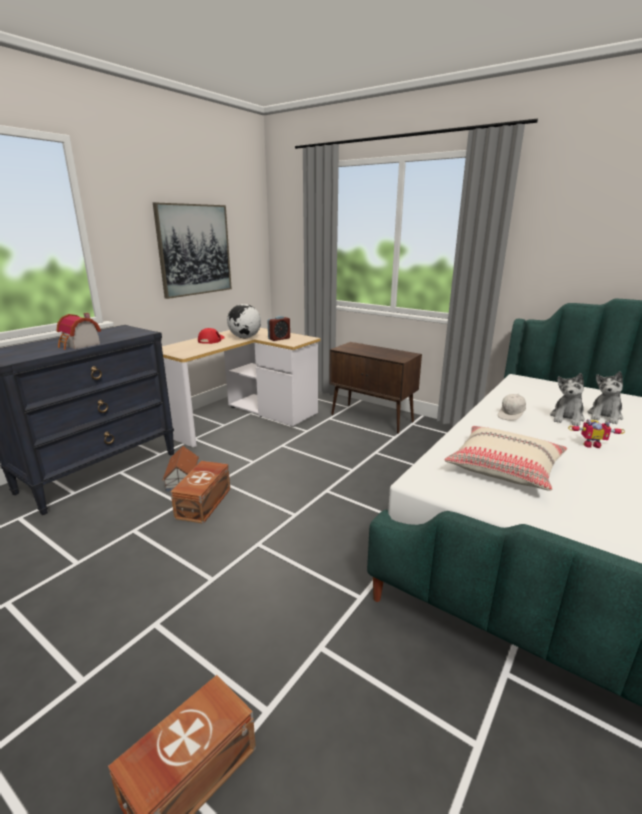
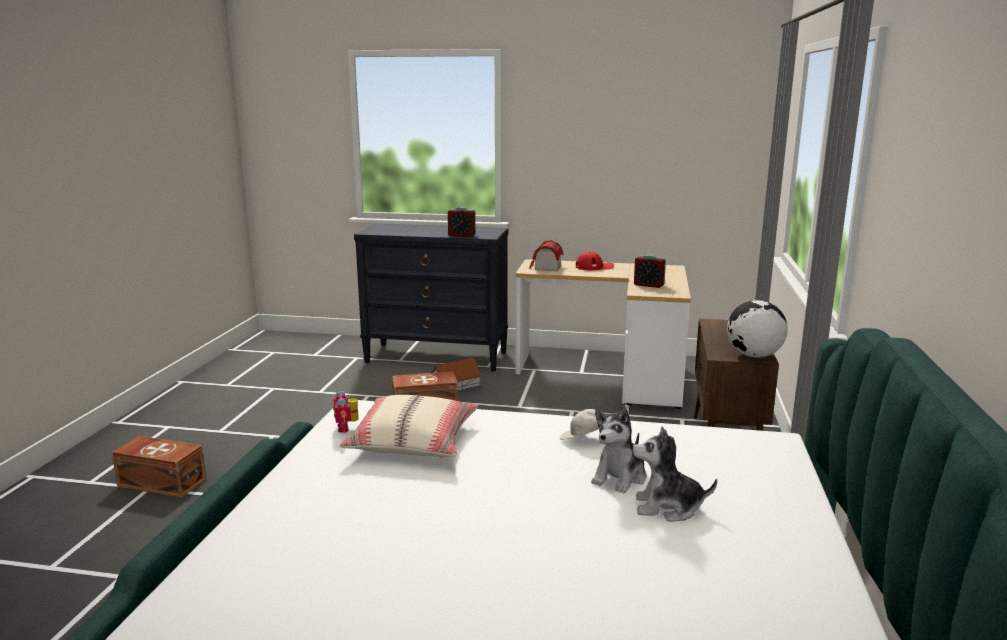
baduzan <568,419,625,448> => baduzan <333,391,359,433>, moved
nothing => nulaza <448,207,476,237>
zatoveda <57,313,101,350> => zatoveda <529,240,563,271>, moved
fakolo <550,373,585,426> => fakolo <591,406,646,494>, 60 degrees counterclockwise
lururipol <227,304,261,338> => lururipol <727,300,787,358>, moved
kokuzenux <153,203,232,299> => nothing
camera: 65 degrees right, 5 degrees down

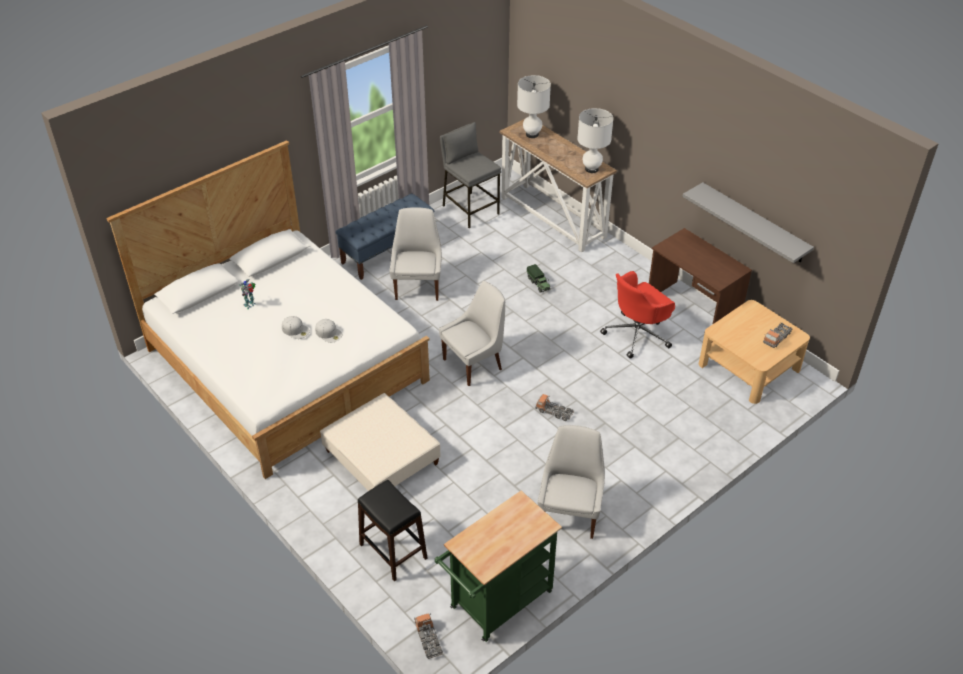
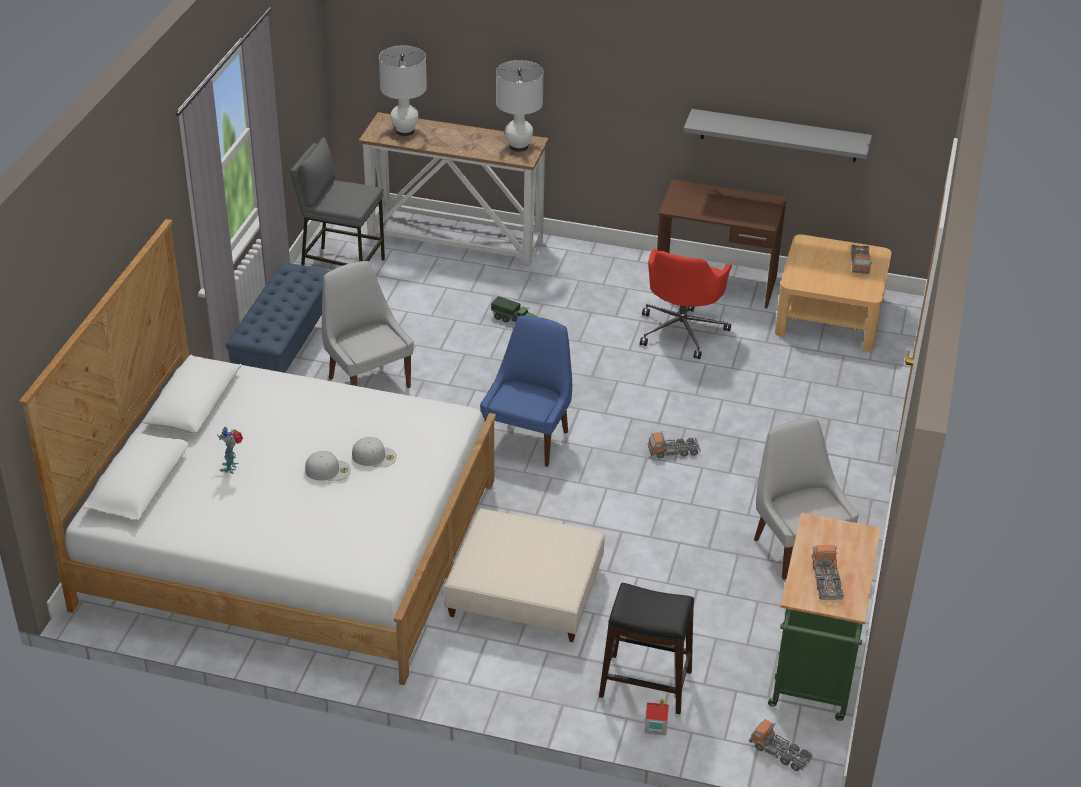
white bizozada <439,281,505,386> => blue bizozada <480,316,572,467>
nothing => zatoveda <644,699,669,735>
nothing => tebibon <812,545,844,600>
camera: 35 degrees left, 5 degrees down

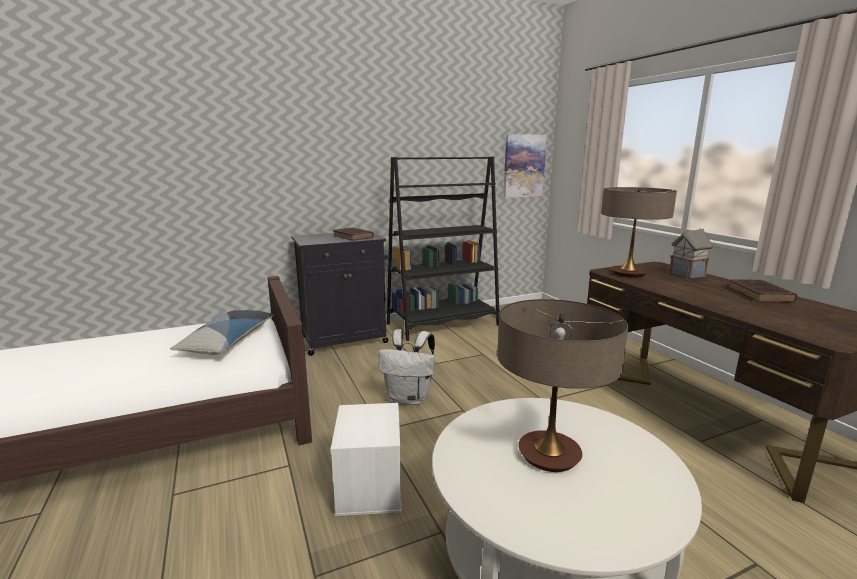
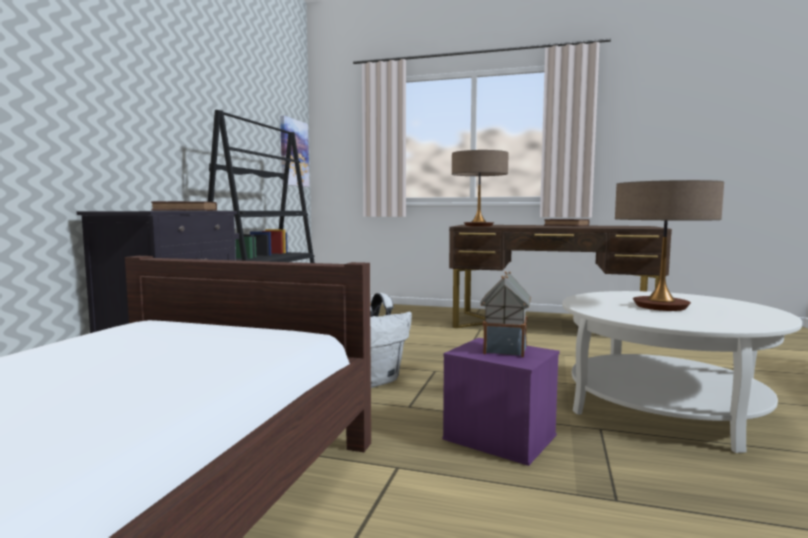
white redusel <331,403,402,516> => purple redusel <443,338,560,466>
zatoveda <669,228,713,279> => zatoveda <480,271,531,357>, moved
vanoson <170,310,274,355> => nothing
camera: 50 degrees left, 10 degrees down

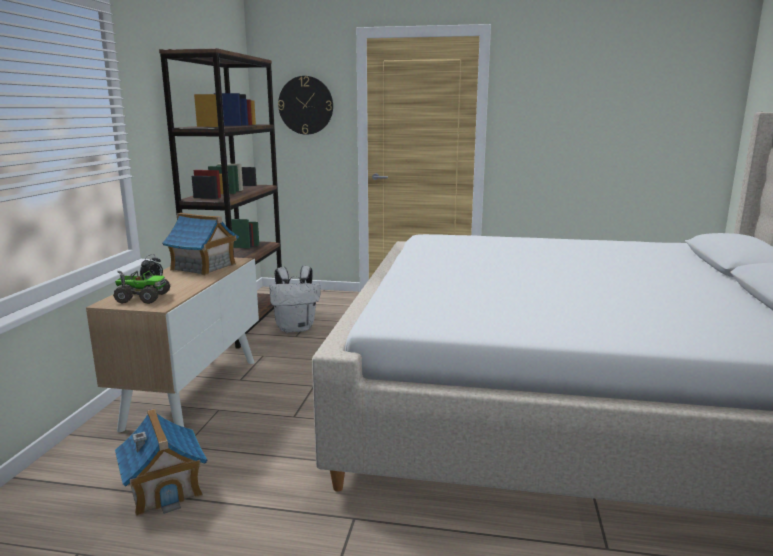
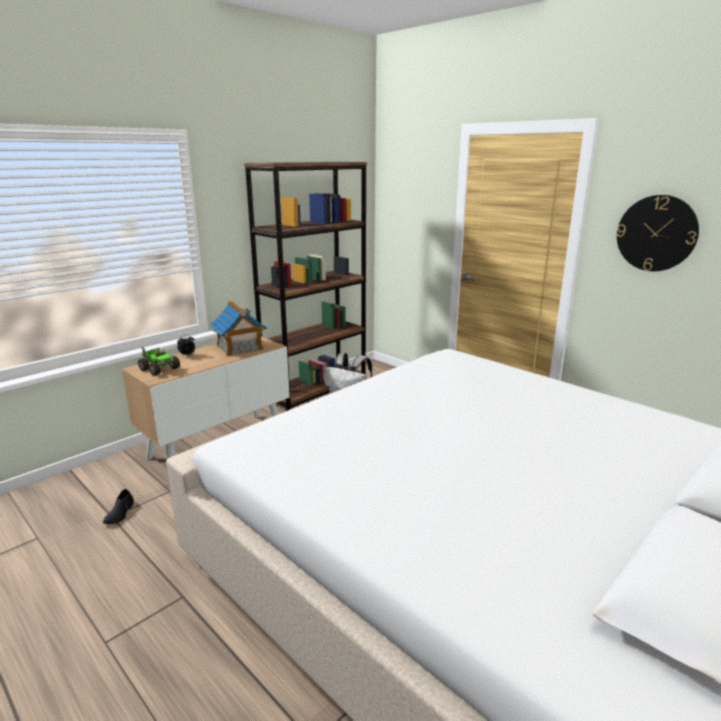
zatoveda <115,409,207,516> => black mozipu <103,489,134,524>
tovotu <278,76,333,135> => tovotu <617,195,699,271>, moved
camera: 35 degrees right, 5 degrees up

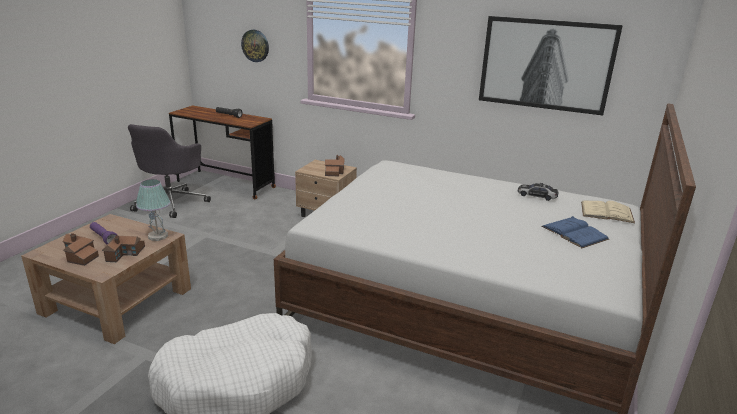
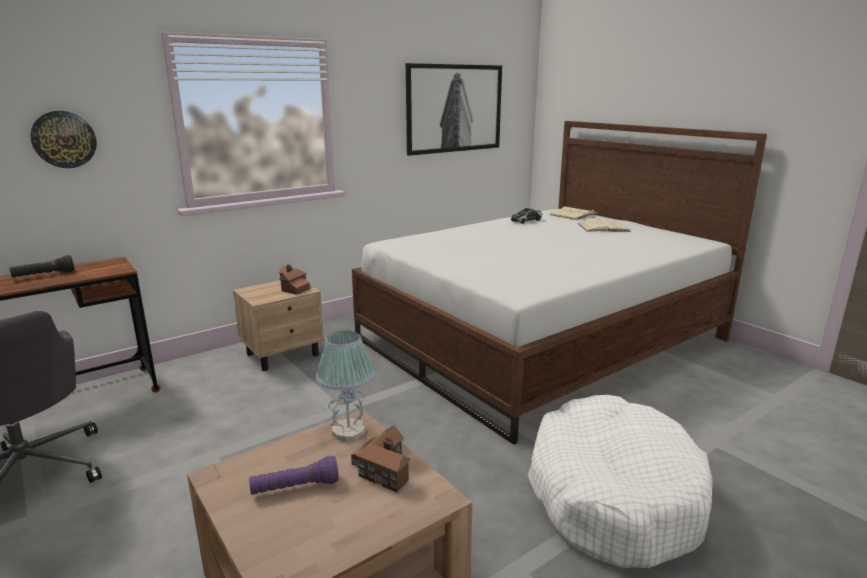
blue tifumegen <541,216,609,248> => beige tifumegen <578,218,631,232>
zatoveda <62,233,99,266> => nothing
camera: 60 degrees left, 5 degrees down

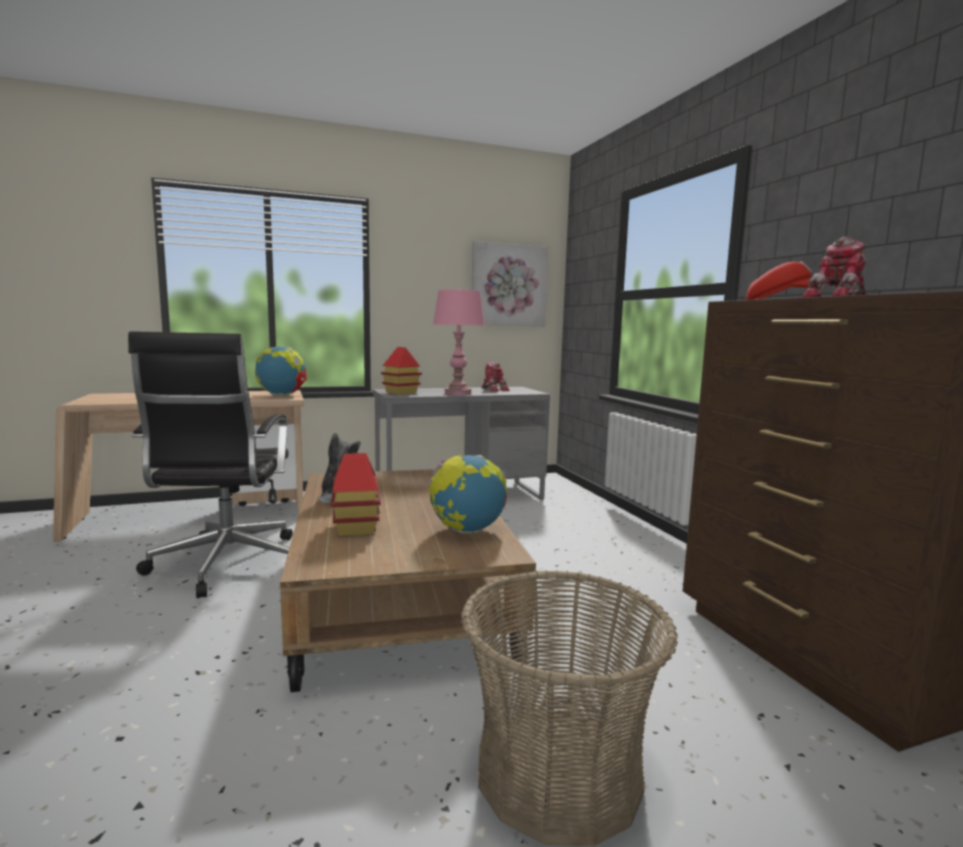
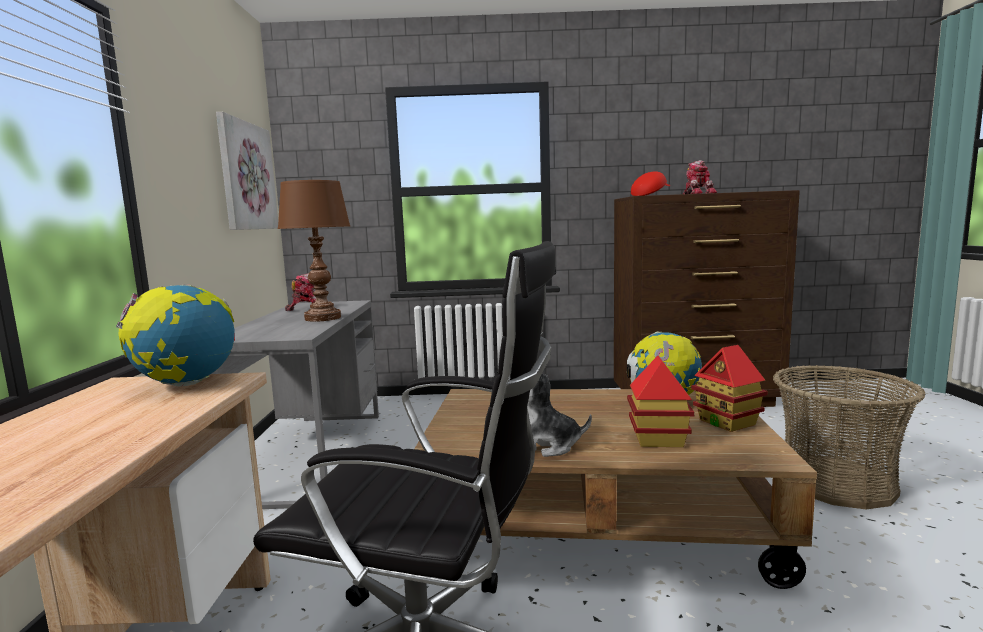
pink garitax <433,289,485,395> => brown garitax <278,180,350,322>
zatoveda <381,347,422,395> => zatoveda <691,345,768,432>, moved
camera: 70 degrees left, 0 degrees up

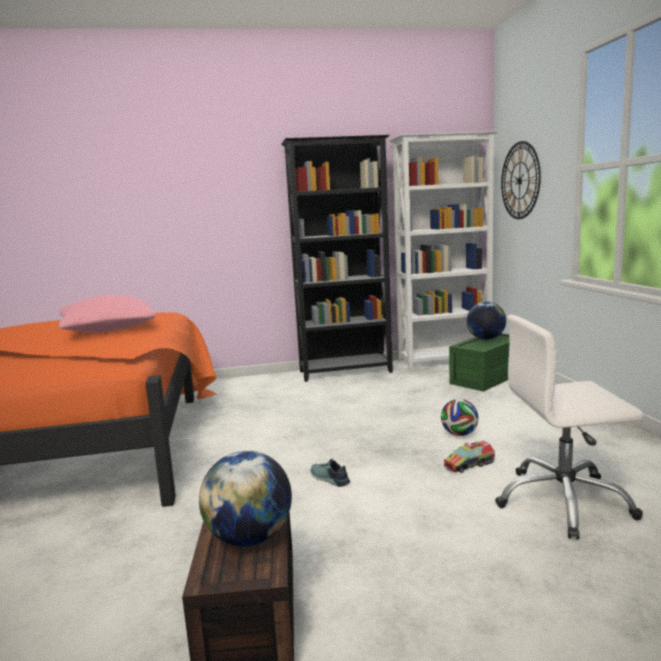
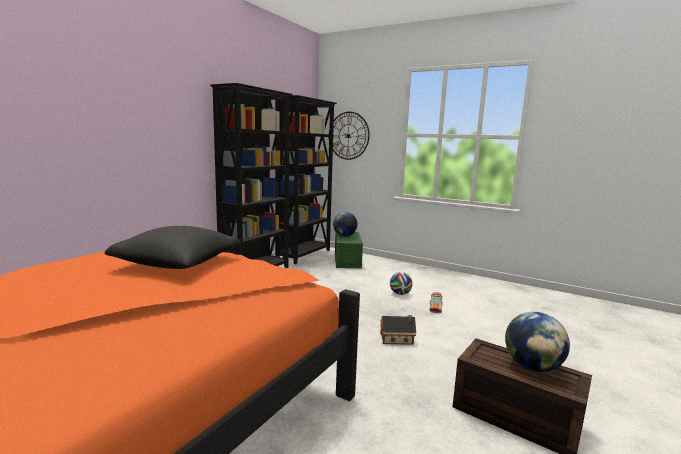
pink vanoson <58,295,156,333> => black vanoson <105,226,241,269>
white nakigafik <389,131,498,371> => black nakigafik <275,95,337,264>
mozipu <311,459,350,487> => zatoveda <380,315,416,345>
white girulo <495,315,643,539> => nothing
camera: 50 degrees left, 0 degrees up

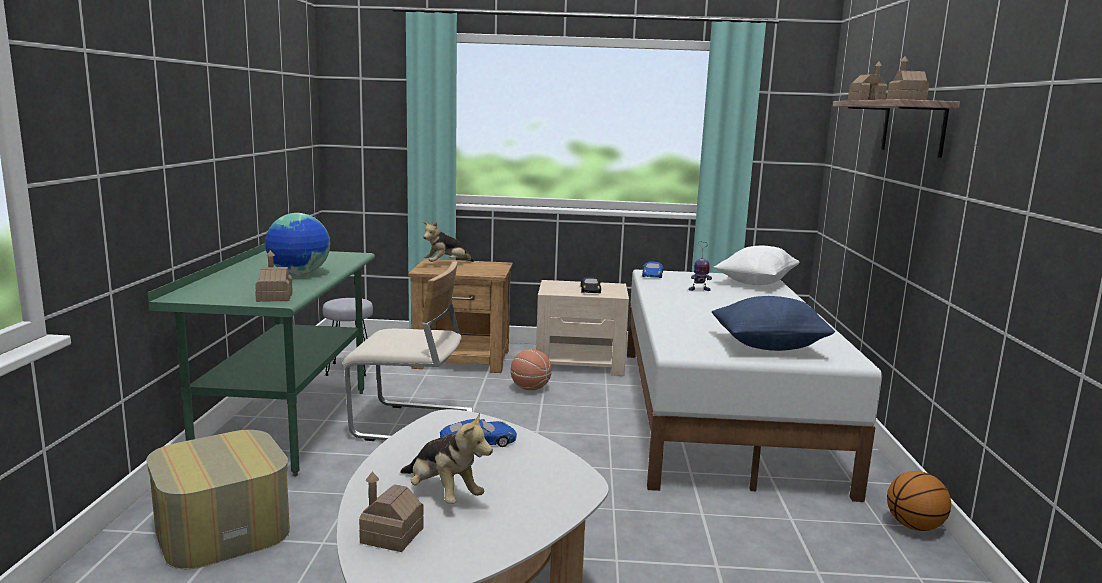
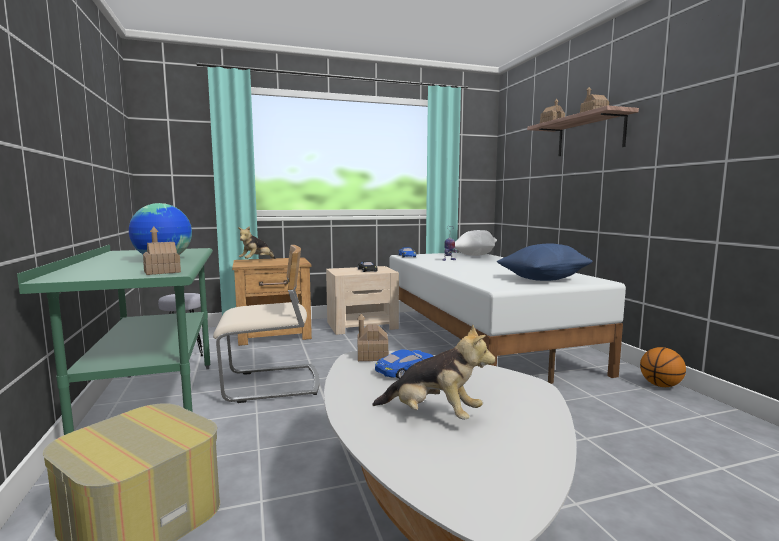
zatoveda <359,472,424,552> => zatoveda <357,314,389,361>, moved
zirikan <510,349,552,390> => nothing
camera: 20 degrees left, 5 degrees down

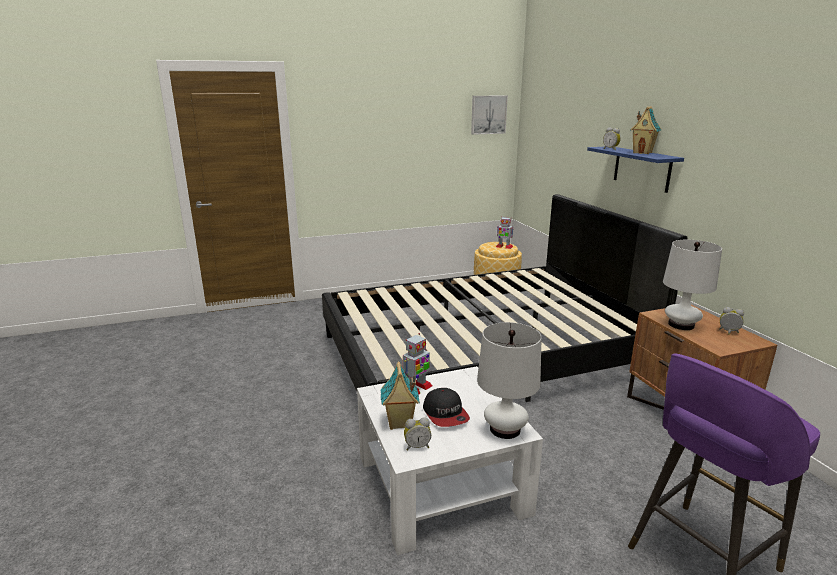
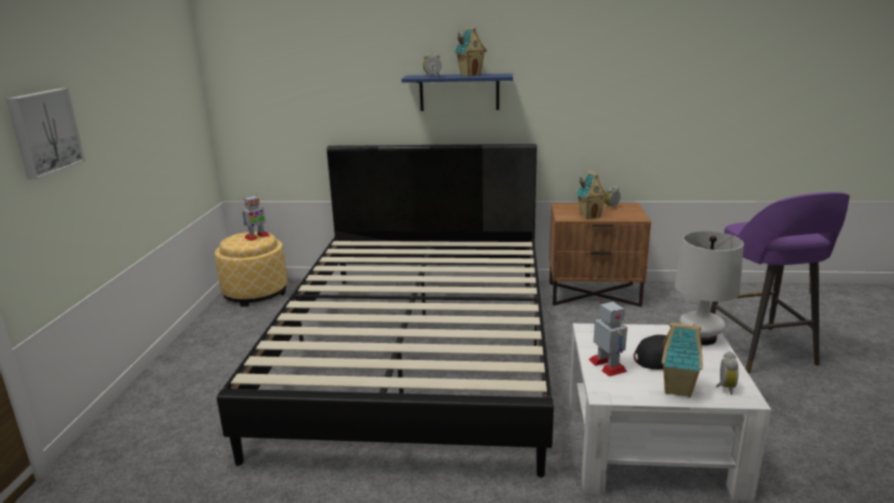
kokuzenux <471,95,508,135> => kokuzenux <6,88,85,179>, moved
white garitax <663,240,722,330> => zatoveda <575,171,608,219>
camera: 65 degrees left, 0 degrees up

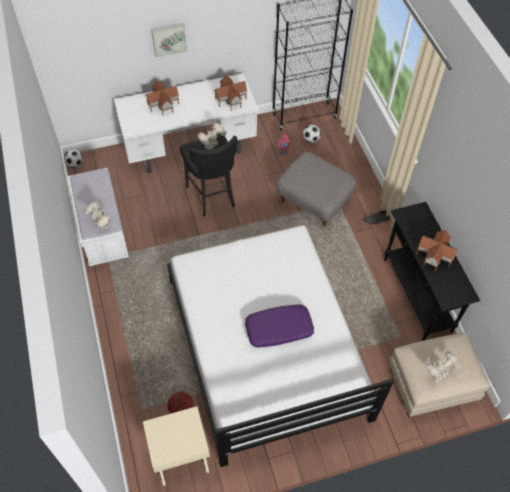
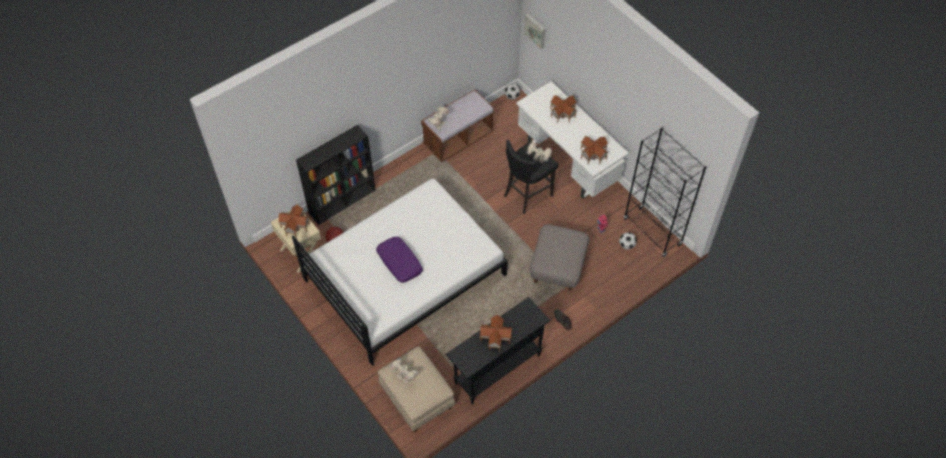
nothing => zatoveda <278,204,310,237>
nothing => black nakigafik <296,125,376,225>
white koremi <68,168,129,266> => brown koremi <421,90,495,162>
kokuzenux <151,23,187,58> => kokuzenux <524,14,545,49>, moved
camera: 70 degrees right, 0 degrees up

